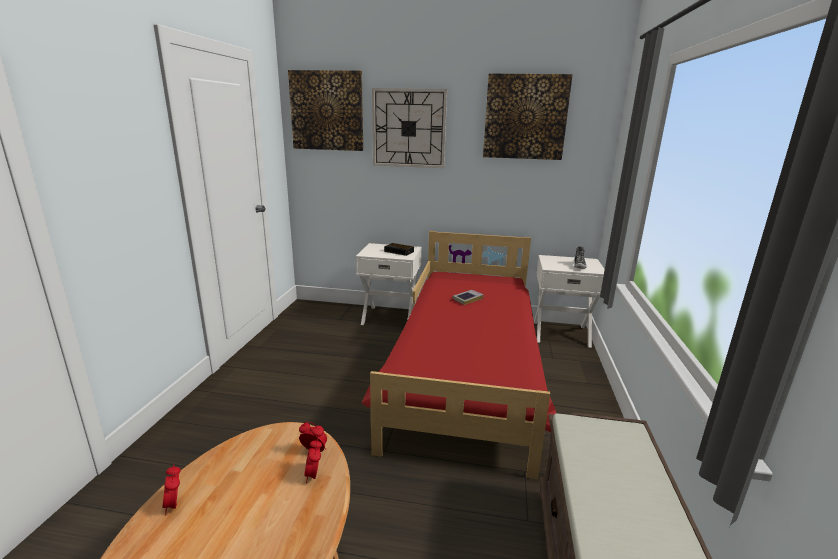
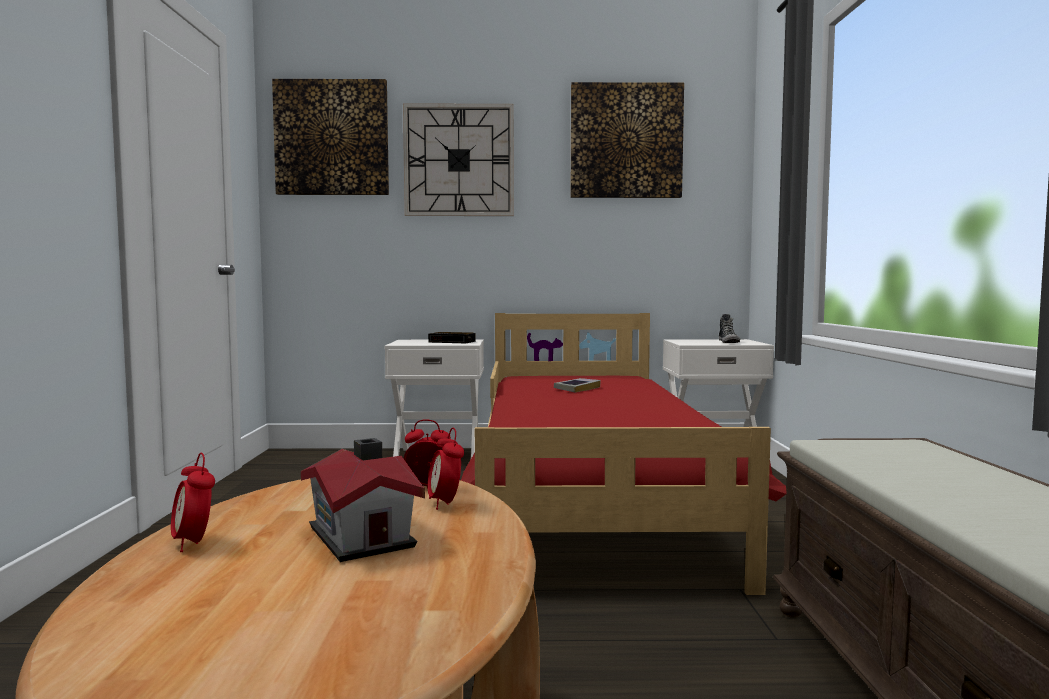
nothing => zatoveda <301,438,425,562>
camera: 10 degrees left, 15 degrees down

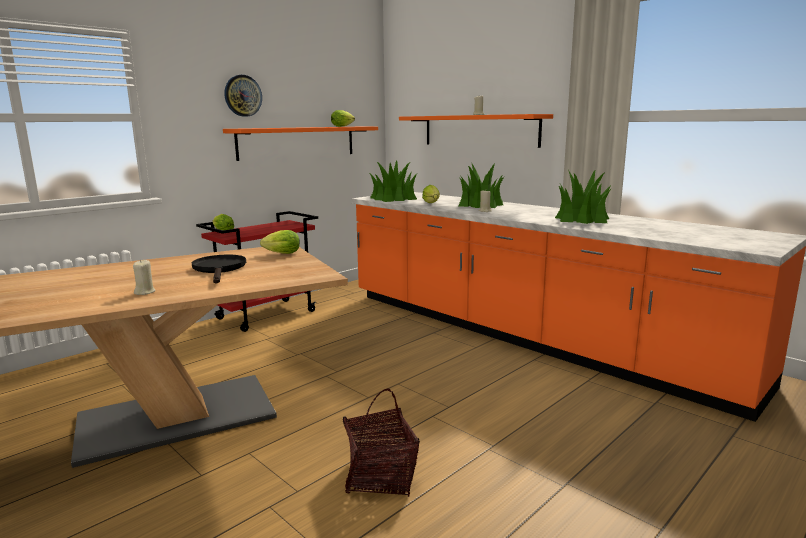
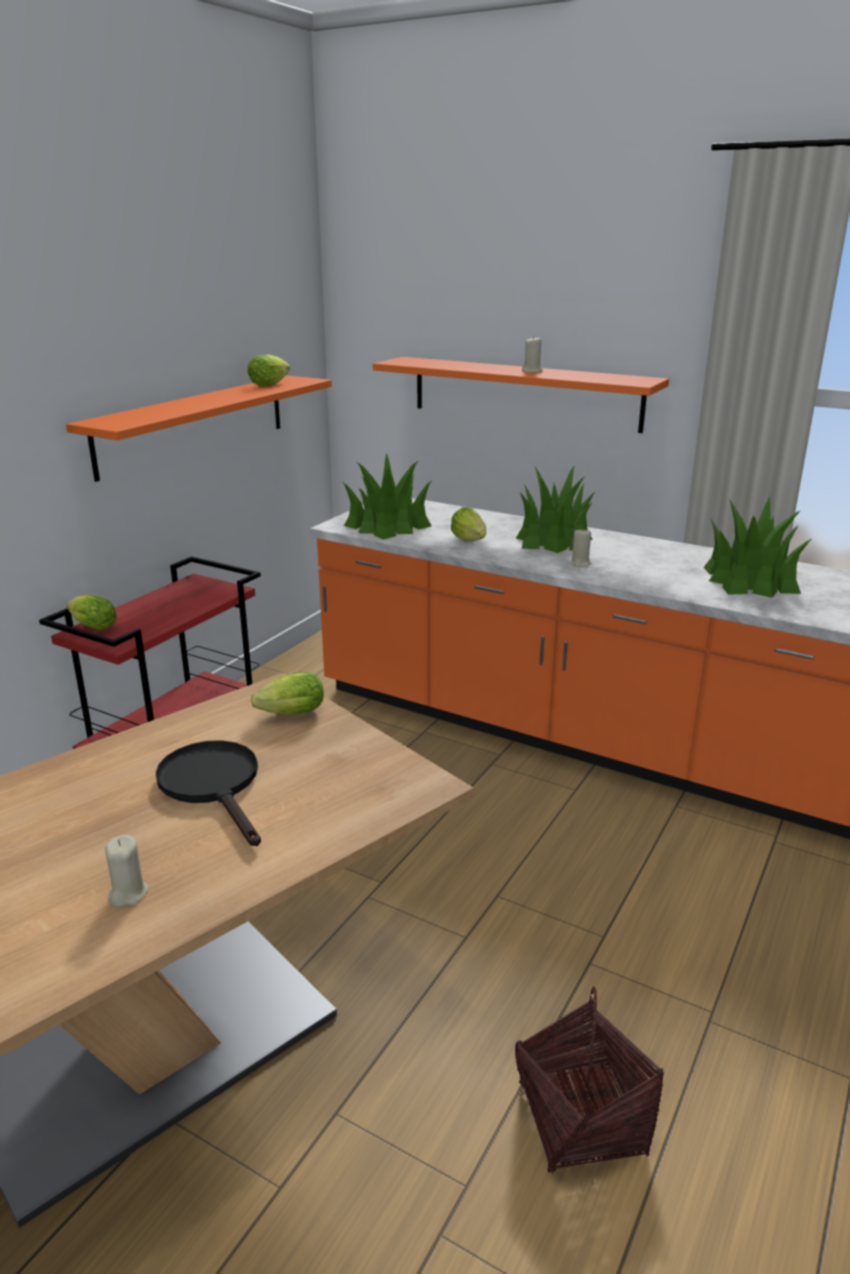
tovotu <224,75,262,117> => nothing
camera: 15 degrees left, 10 degrees up

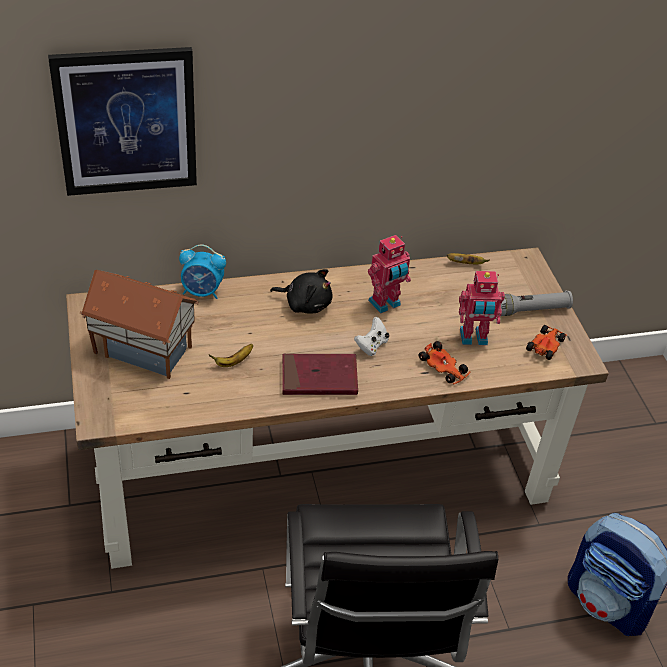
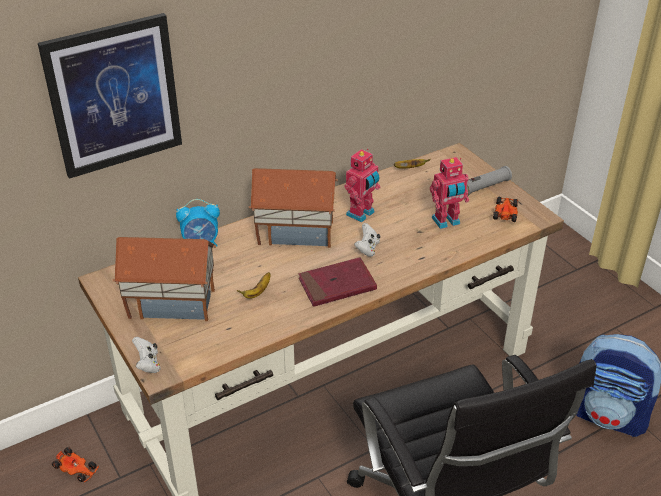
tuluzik <418,341,471,384> => tuluzik <52,447,99,483>, moved
nothing => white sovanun <132,337,161,373>
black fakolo <270,269,332,314> => zatoveda <249,168,338,248>
camera: 15 degrees left, 5 degrees down

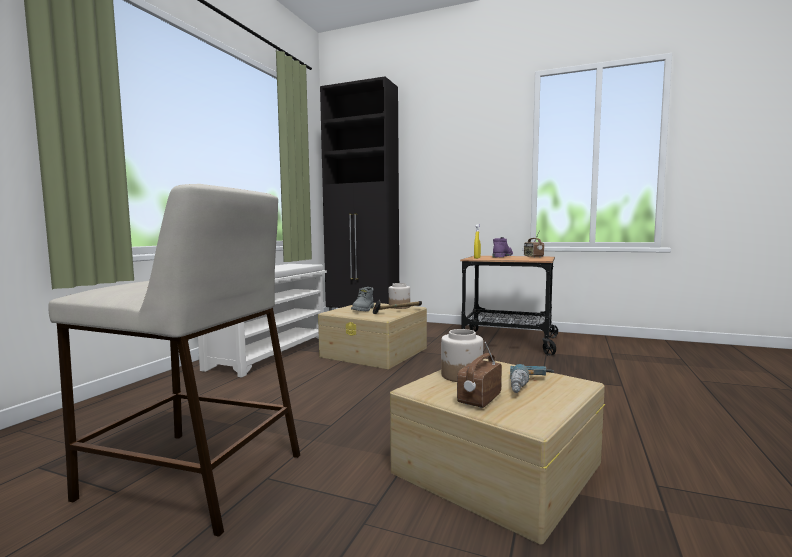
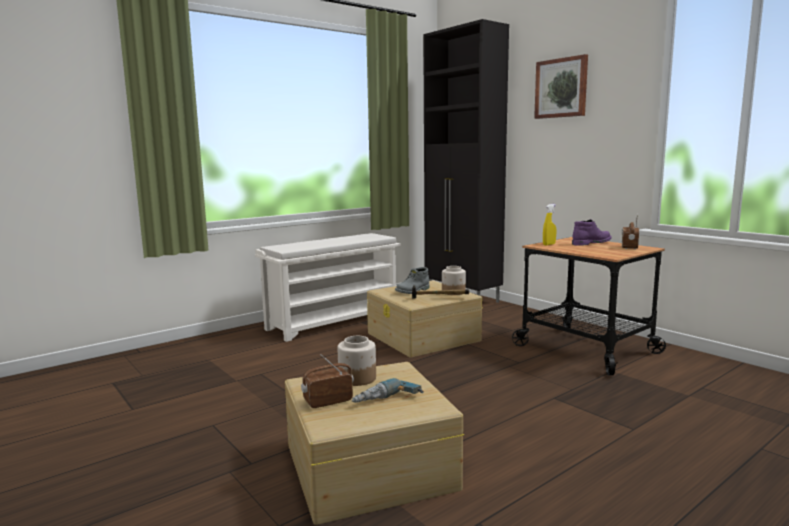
nothing => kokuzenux <534,54,588,119>
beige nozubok <48,184,300,537> => nothing
camera: 30 degrees right, 5 degrees up

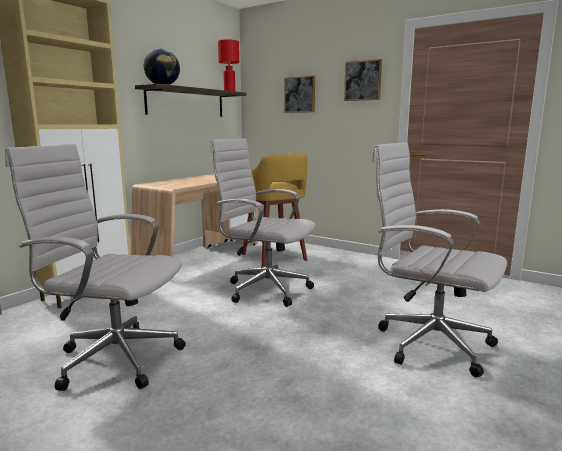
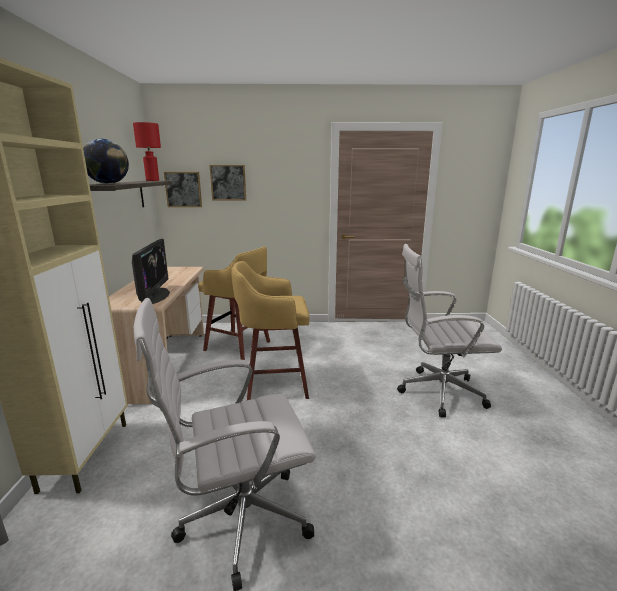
nothing => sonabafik <132,239,170,304>
kokuzenux <344,59,382,101> => kokuzenux <164,172,202,207>, moved
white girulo <210,139,316,307> => yellow nozubok <231,261,309,400>
camera: 35 degrees left, 5 degrees up

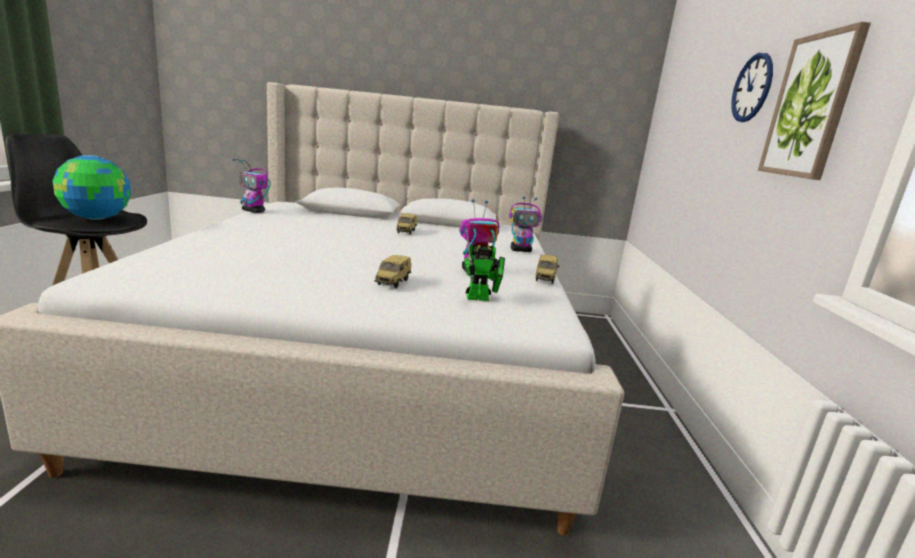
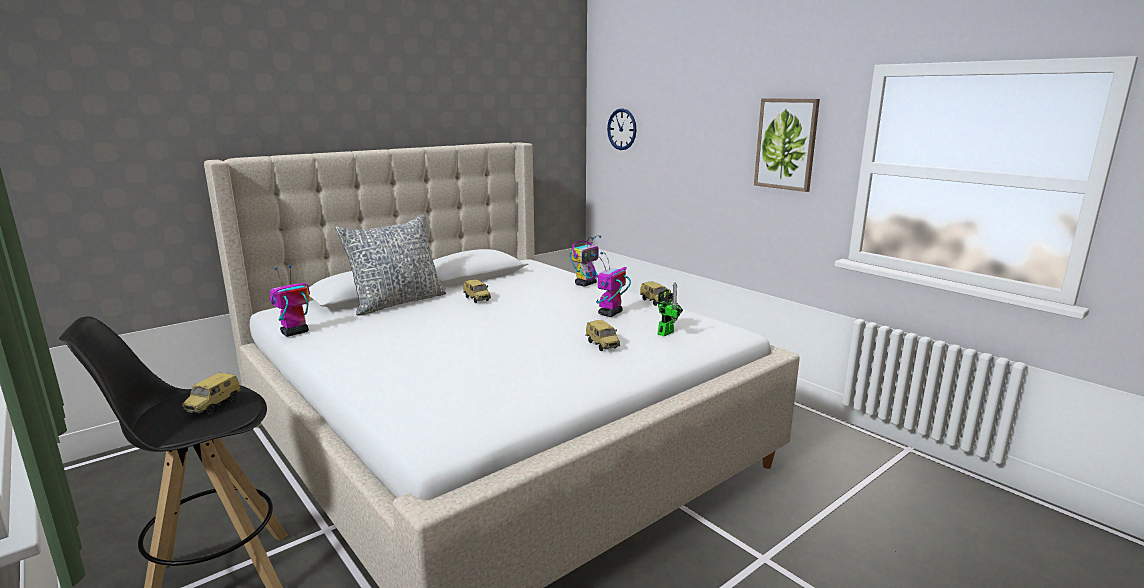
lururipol <52,155,131,220> => tuluzik <182,373,242,415>
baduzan <232,158,271,213> => baduzan <269,265,310,337>, 150 degrees clockwise
nothing => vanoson <335,214,446,315>
tovotu <732,53,773,122> => tovotu <607,108,637,150>, moved
camera: 40 degrees left, 0 degrees up

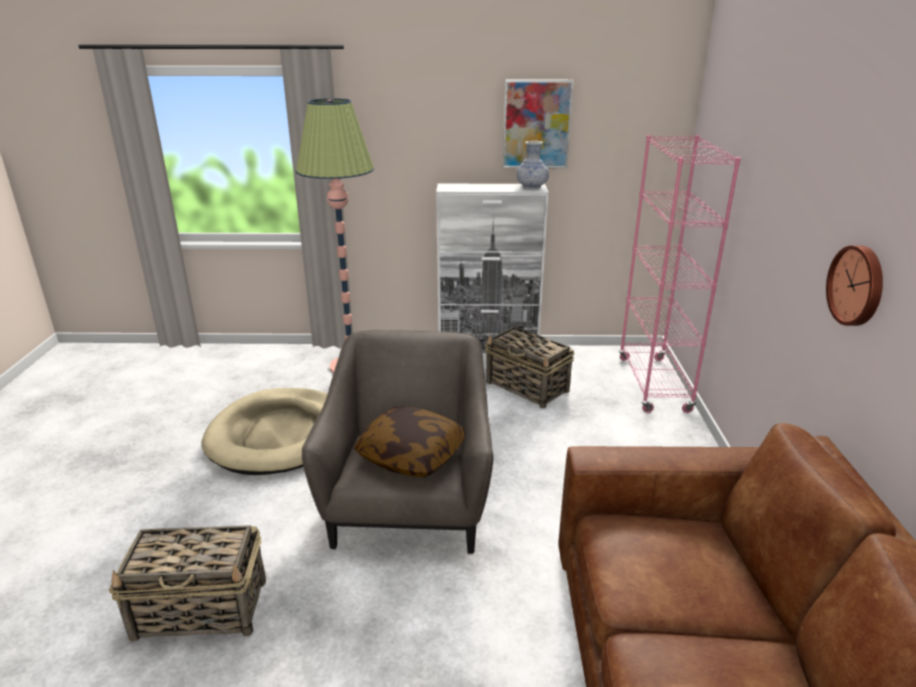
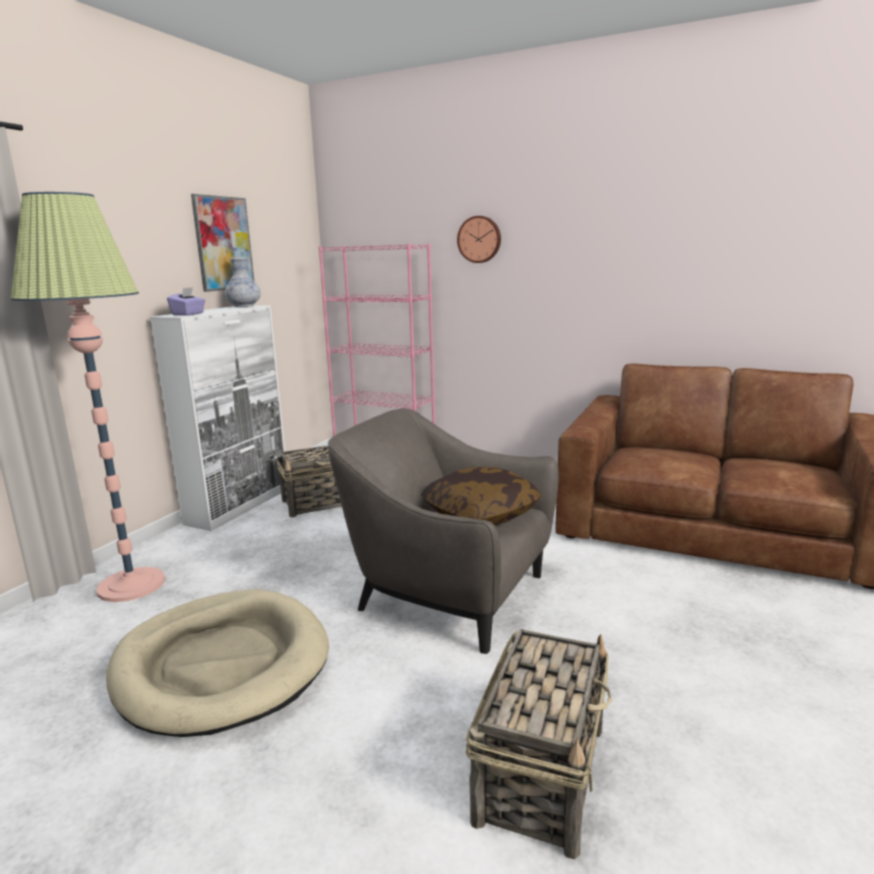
nothing => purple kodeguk <167,287,205,316>
tovotu <826,245,883,326> => tovotu <457,216,501,263>, moved
camera: 65 degrees left, 10 degrees down

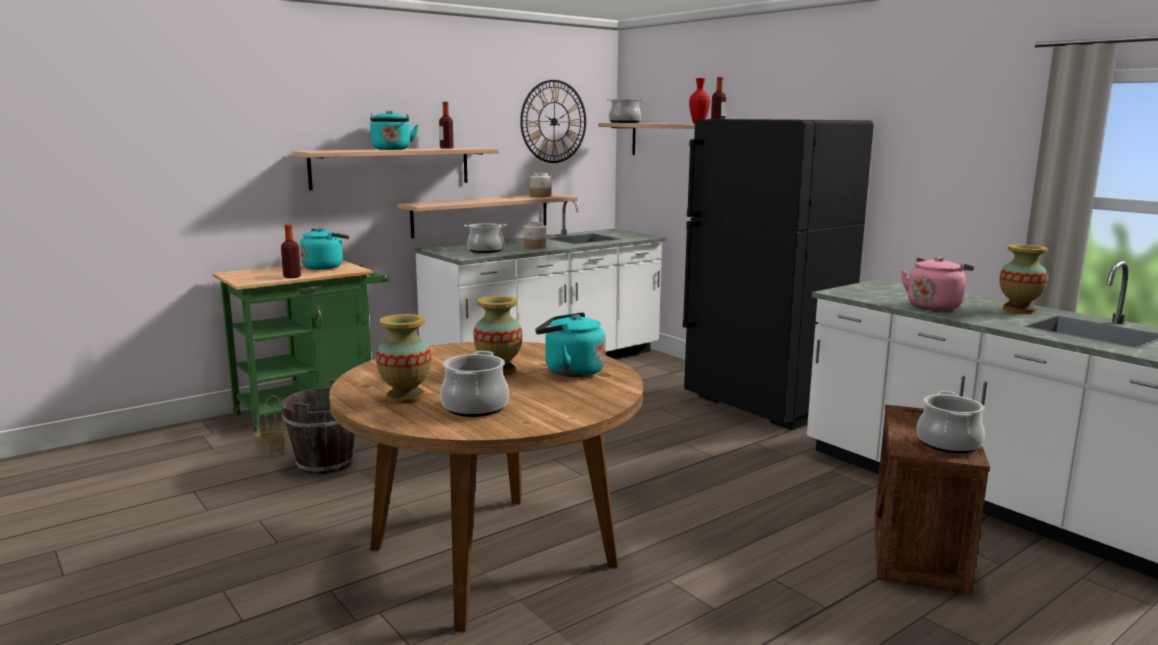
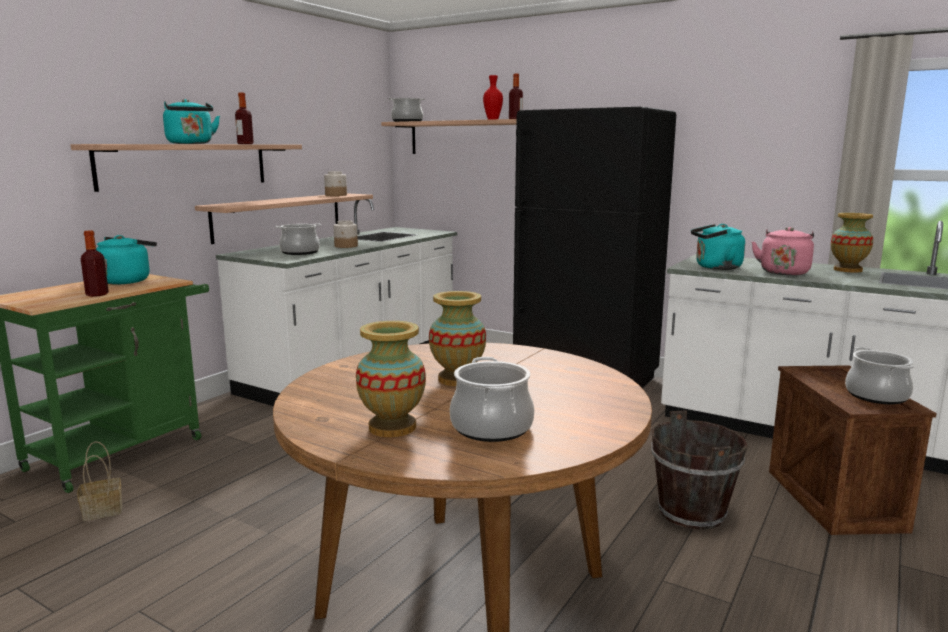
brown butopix <281,379,355,474> => brown butopix <651,410,747,530>, moved
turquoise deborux <535,312,606,377> => turquoise deborux <691,224,745,270>, moved
tovotu <520,80,586,163> => nothing
camera: 20 degrees left, 0 degrees up

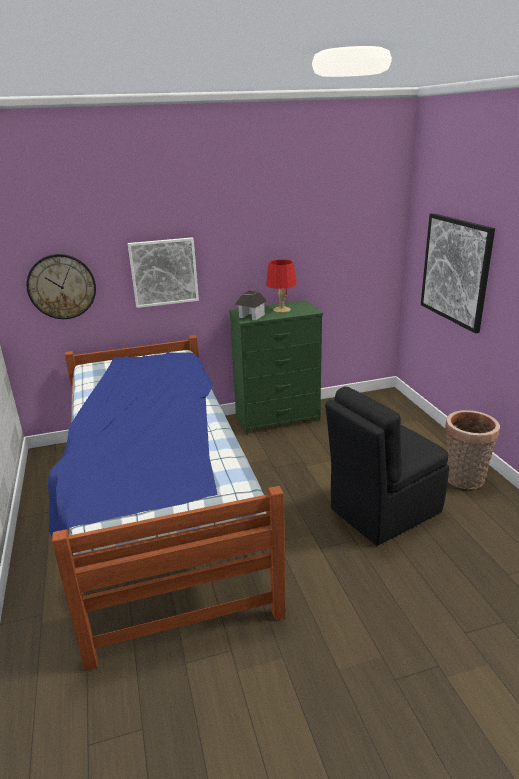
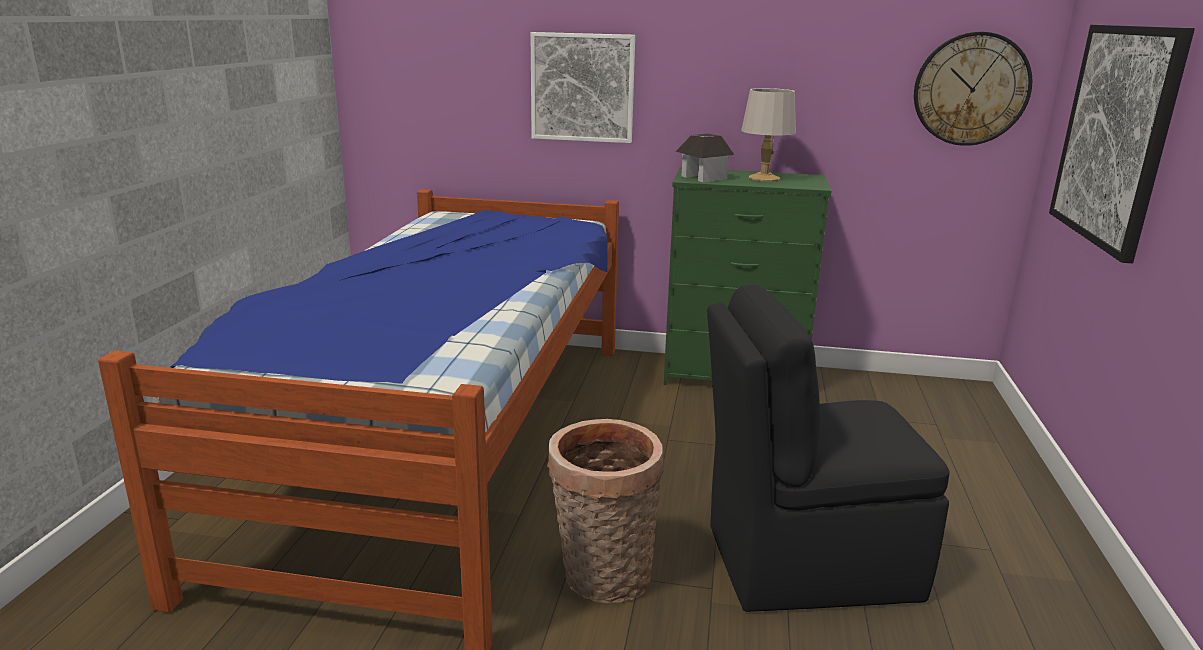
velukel <445,410,500,489> => velukel <547,419,664,603>, moved
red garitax <266,259,297,313> => grey garitax <741,88,796,182>
tovotu <26,254,96,319> => tovotu <914,32,1032,146>, moved
camera: 25 degrees right, 5 degrees down

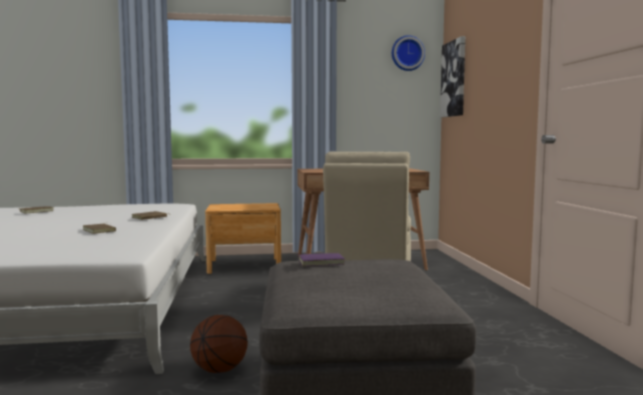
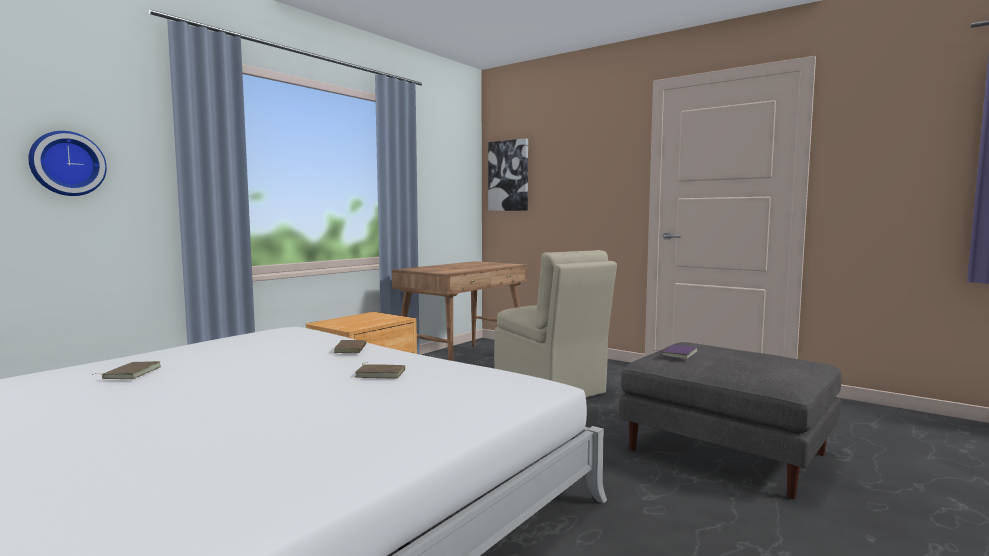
tovotu <392,35,425,71> => tovotu <28,131,107,196>, moved
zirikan <190,315,248,373> => nothing
camera: 45 degrees left, 0 degrees up

